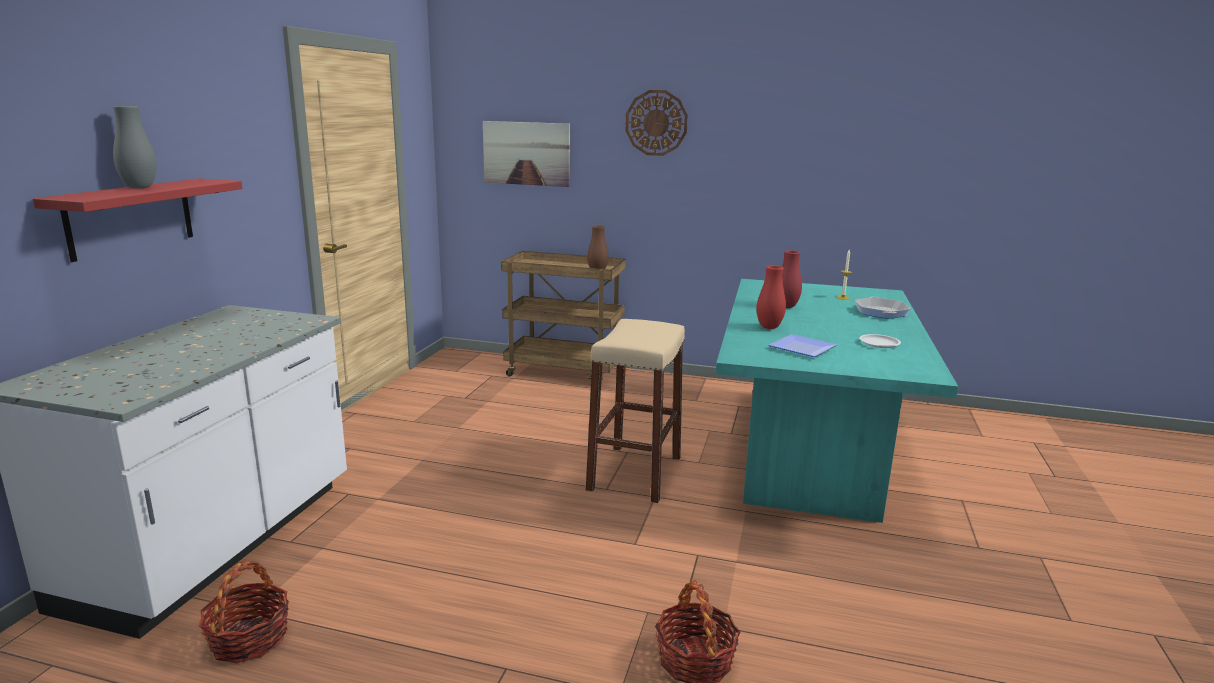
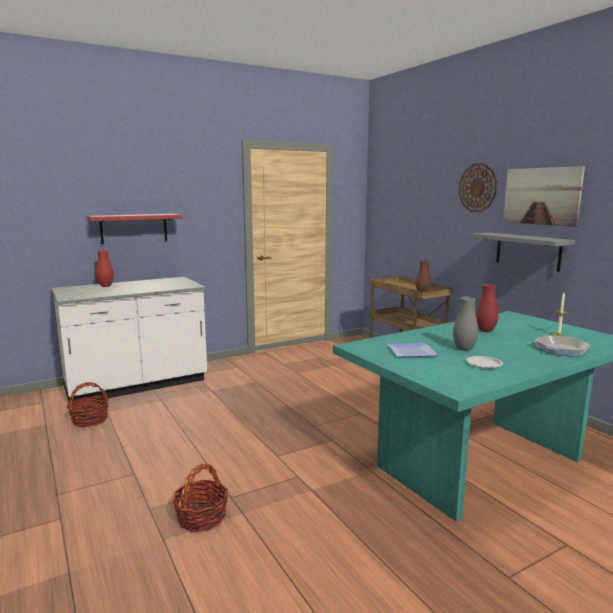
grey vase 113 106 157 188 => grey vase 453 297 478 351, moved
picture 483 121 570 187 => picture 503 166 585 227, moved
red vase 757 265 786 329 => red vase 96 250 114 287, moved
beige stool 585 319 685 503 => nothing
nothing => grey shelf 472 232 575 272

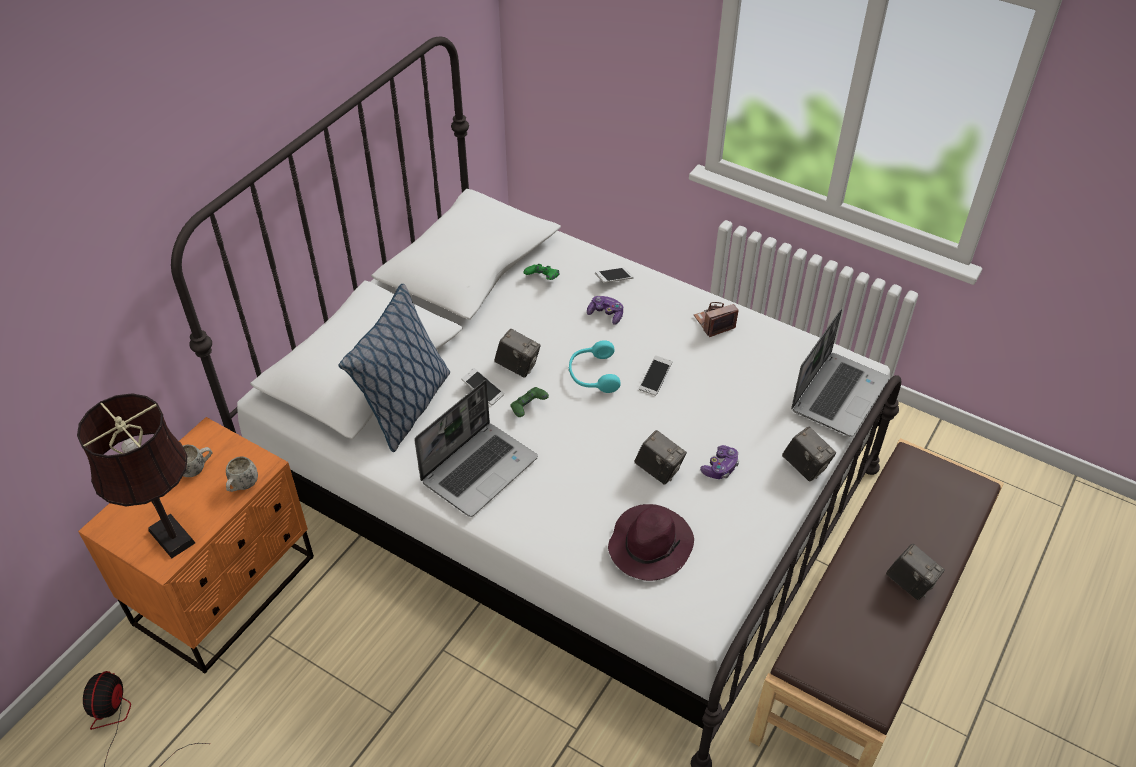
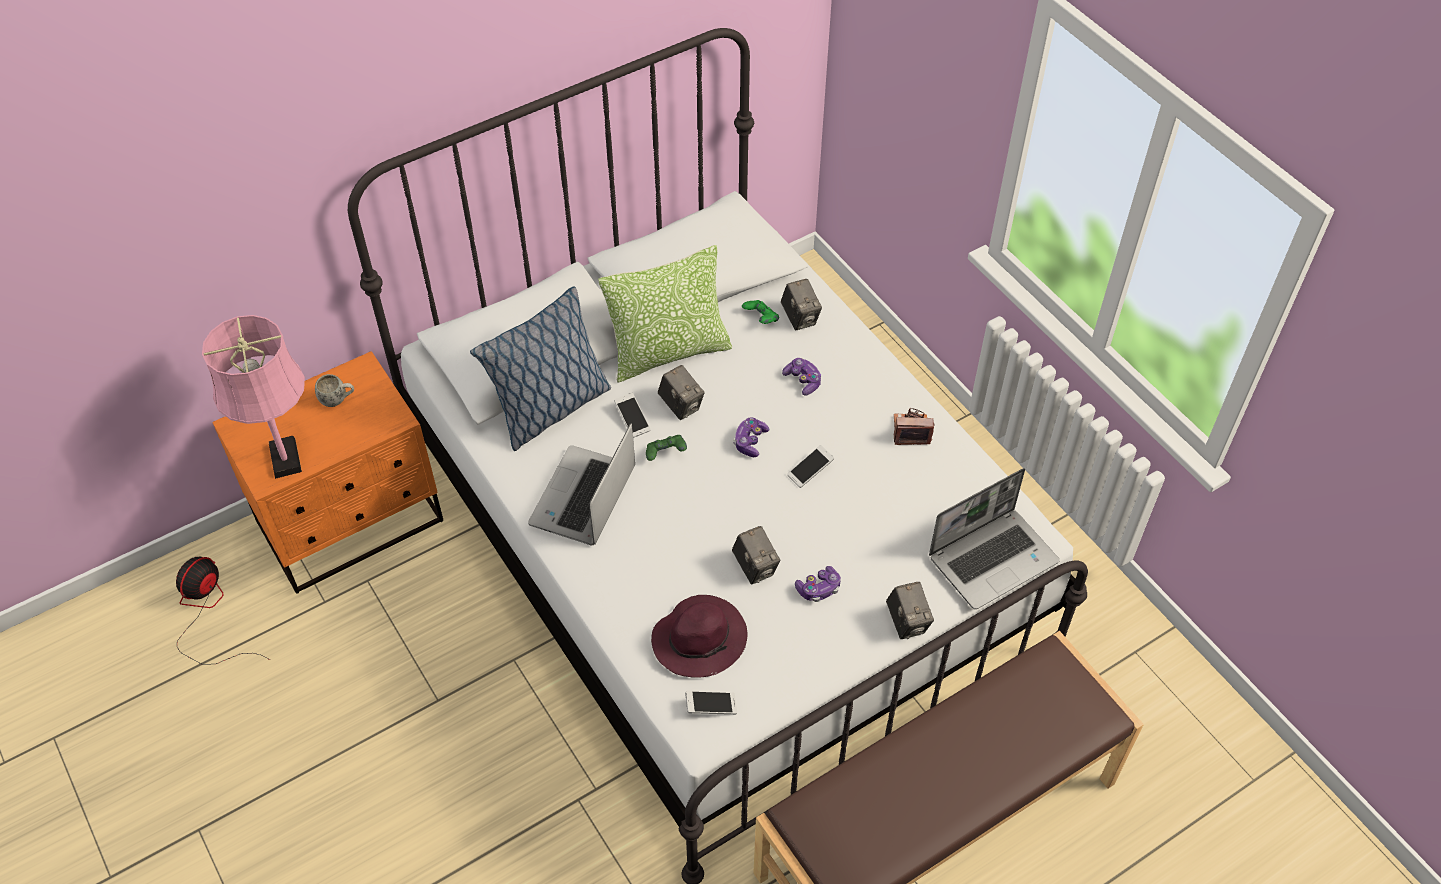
phone 595 267 634 283 => phone 685 691 737 715, moved
turquoise headphones 569 340 621 393 => game controller 733 417 769 457
laptop 414 380 538 517 => laptop 528 423 635 545, 135 degrees clockwise
brown table lamp 77 393 195 558 => pink table lamp 202 315 305 479
white mug 226 456 258 492 => nothing
photo camera 886 544 945 600 => photo camera 781 279 822 330, moved
nothing => pillow 598 245 732 383

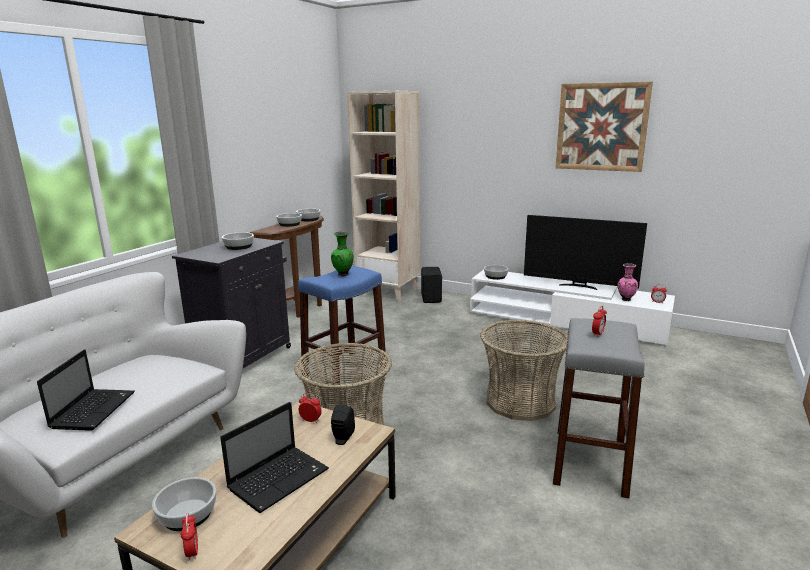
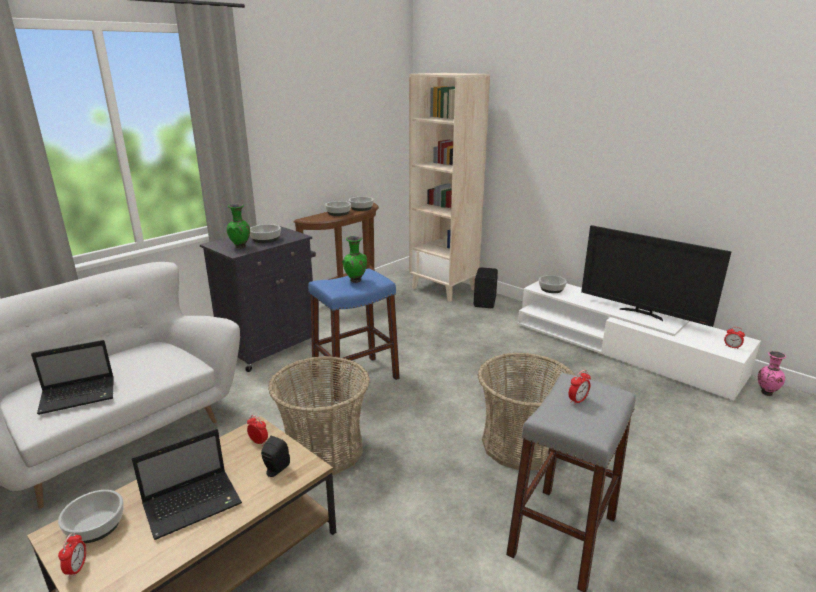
picture 555 82 653 172 => nothing
pink vase 617 263 638 301 => pink vase 758 351 786 396, moved
laptop 37 350 135 431 => laptop 31 340 114 415, 45 degrees clockwise
nothing => green vase 227 204 250 249

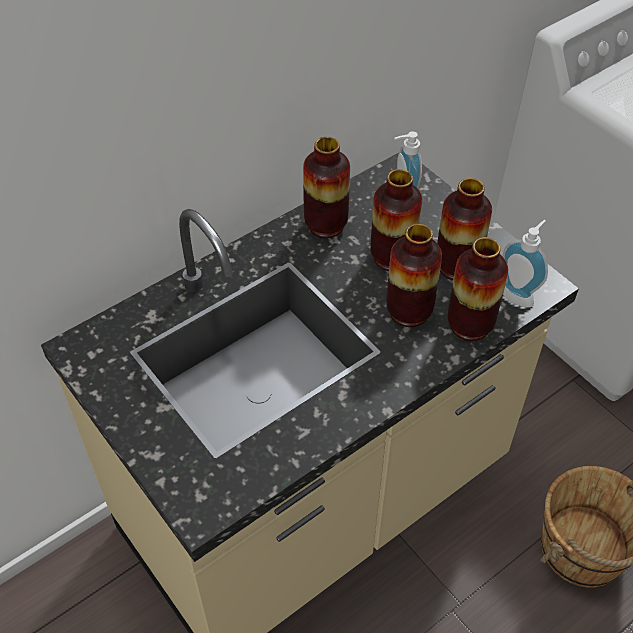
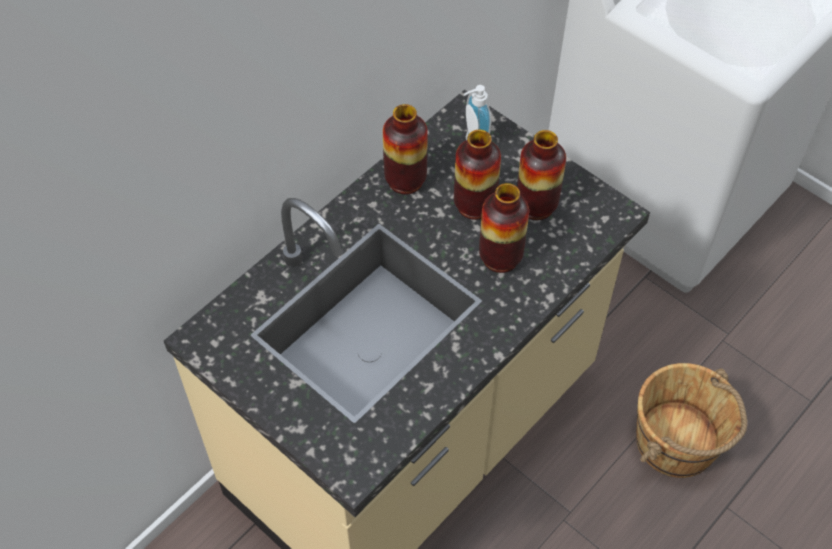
soap dispenser 503 220 548 307 => nothing
vase 447 237 508 341 => nothing

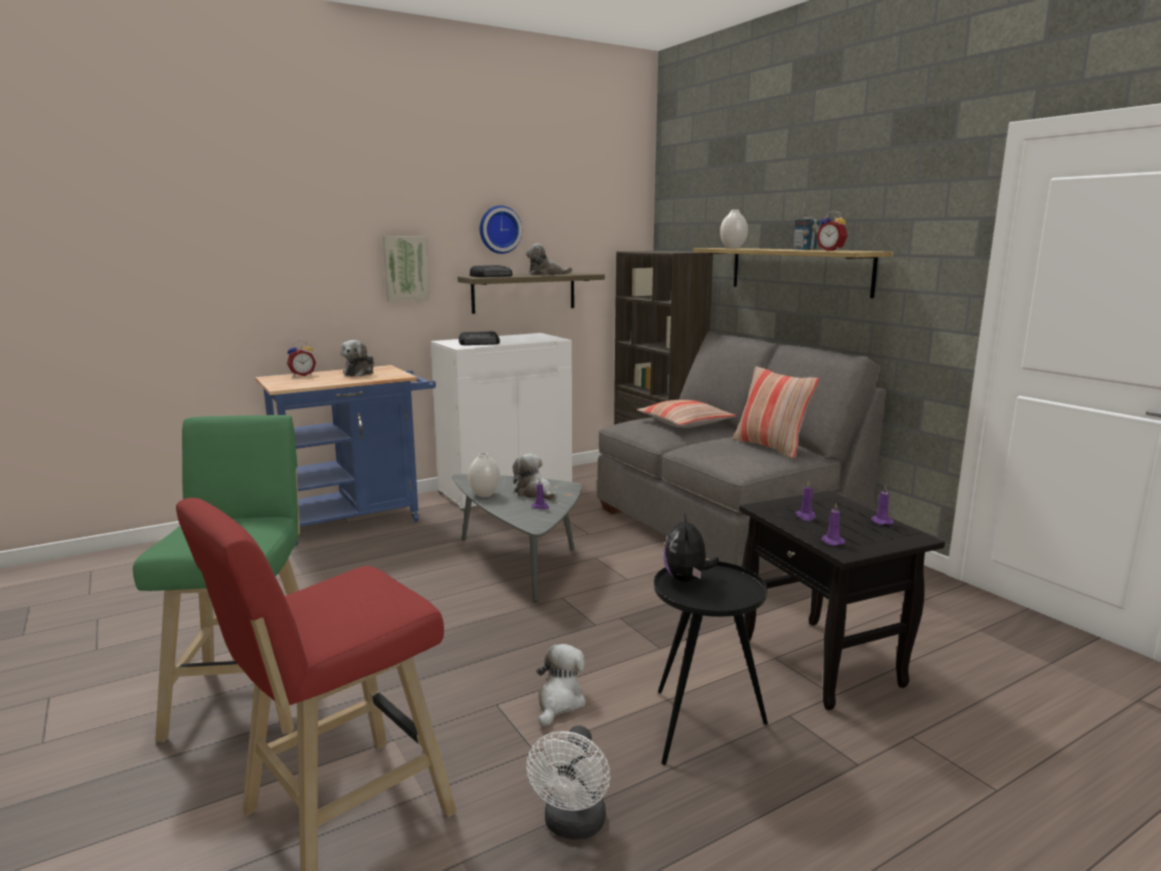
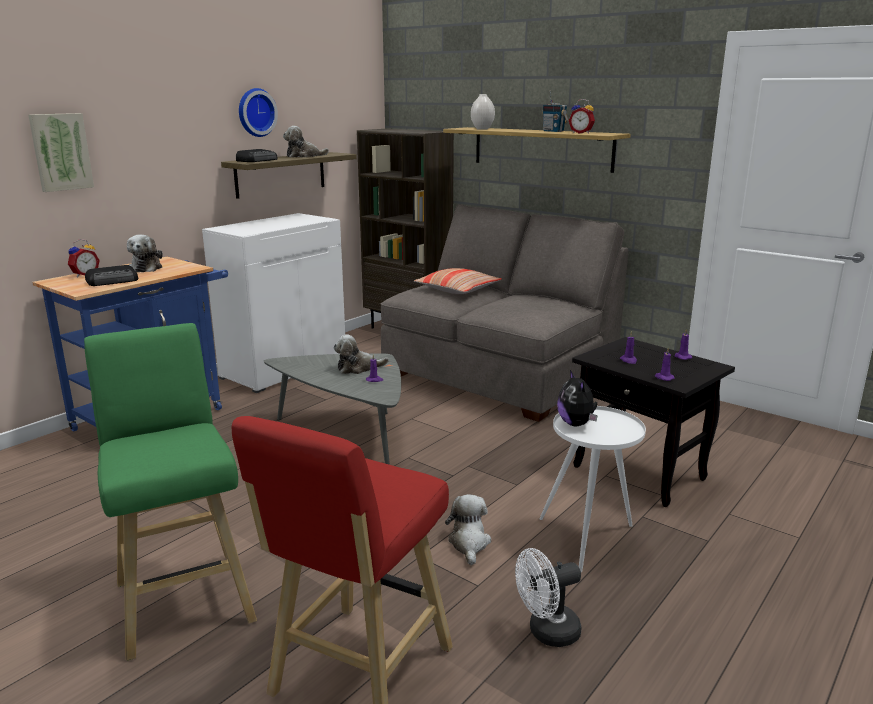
picture 383 236 430 302 => picture 28 113 94 192, moved
radio 458 331 500 345 => radio 85 265 138 286, moved
pillow 733 366 819 459 => nothing
white vase 468 453 500 497 => nothing
plush toy 513 454 557 500 => plush toy 334 335 389 374, 45 degrees counterclockwise
black side table 654 560 768 765 => white side table 539 406 646 572
white fan 526 726 610 839 => white fan 515 548 581 647, 75 degrees clockwise

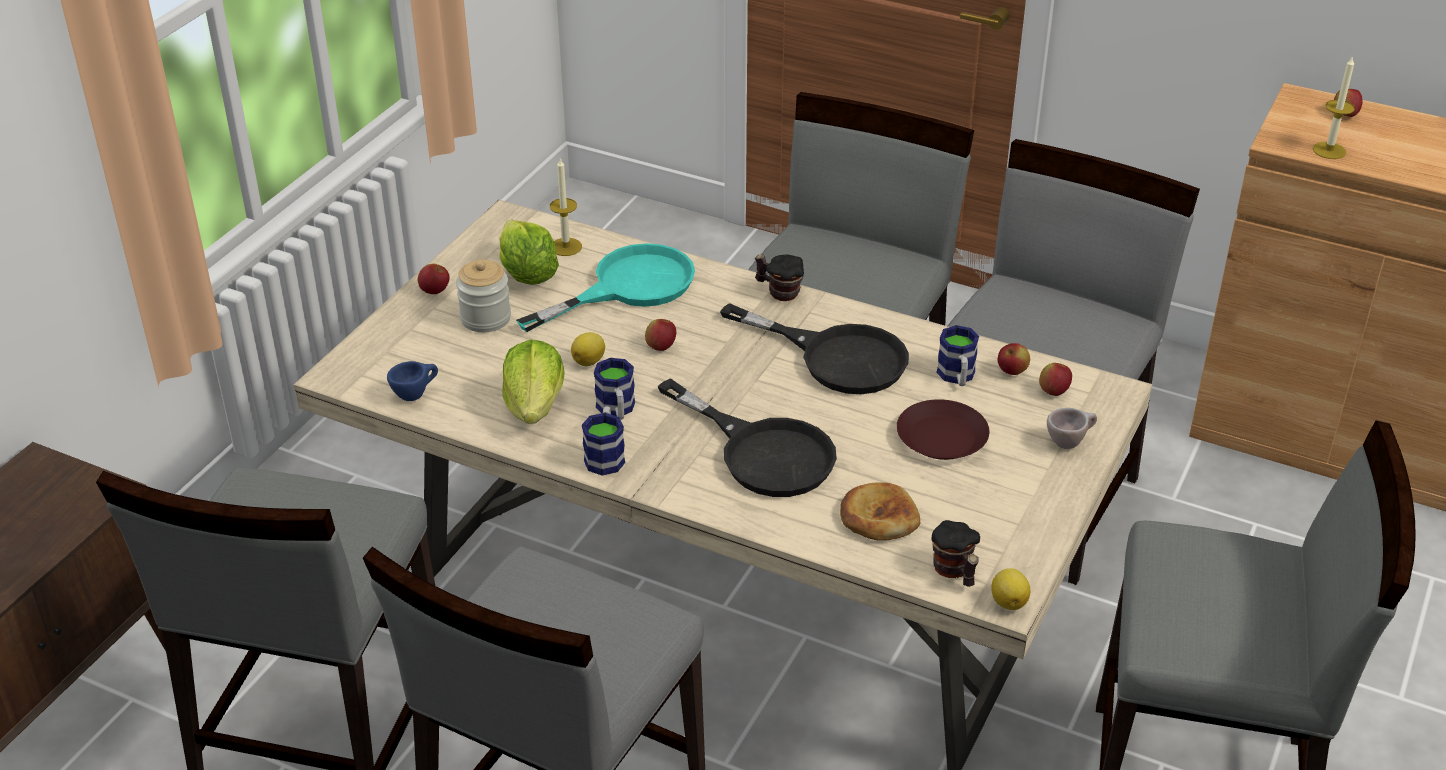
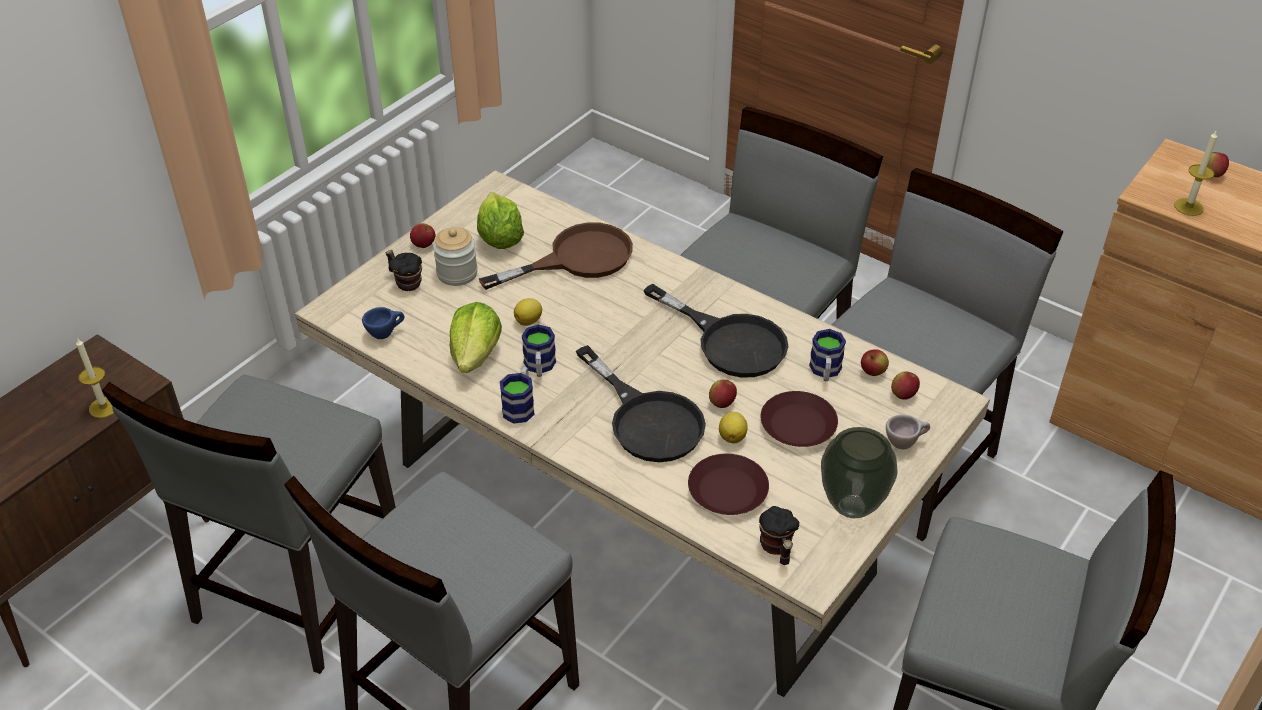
candle 550 159 582 256 => candle 76 338 114 418, moved
turquoise frying pan 516 243 695 332 => brown frying pan 479 222 633 290
mug 755 254 804 301 => mug 386 250 422 291, moved
apple 645 319 676 351 => apple 709 380 737 408, moved
bread 840 482 920 541 => brown plate 688 454 769 515
lemon 991 568 1030 610 => lemon 719 412 748 443, moved
nothing => vase 821 427 898 518

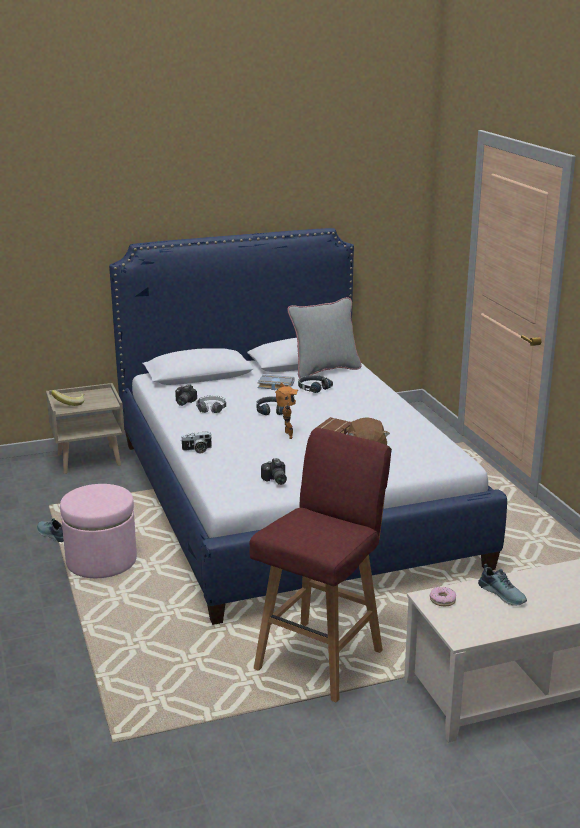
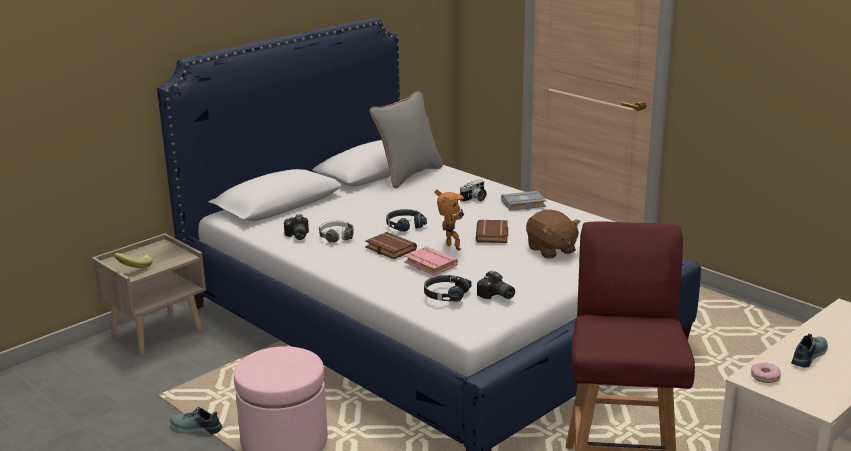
grey book 257 374 295 390 => grey book 501 191 546 211, moved
black headphones 298 375 333 393 => black headphones 424 275 472 302, moved
photo camera 181 431 212 453 => photo camera 460 179 487 202, moved
shoe 478 564 527 606 => shoe 791 333 828 368, 75 degrees counterclockwise
nothing => brown book 365 232 417 259
nothing => pink book 404 246 458 275

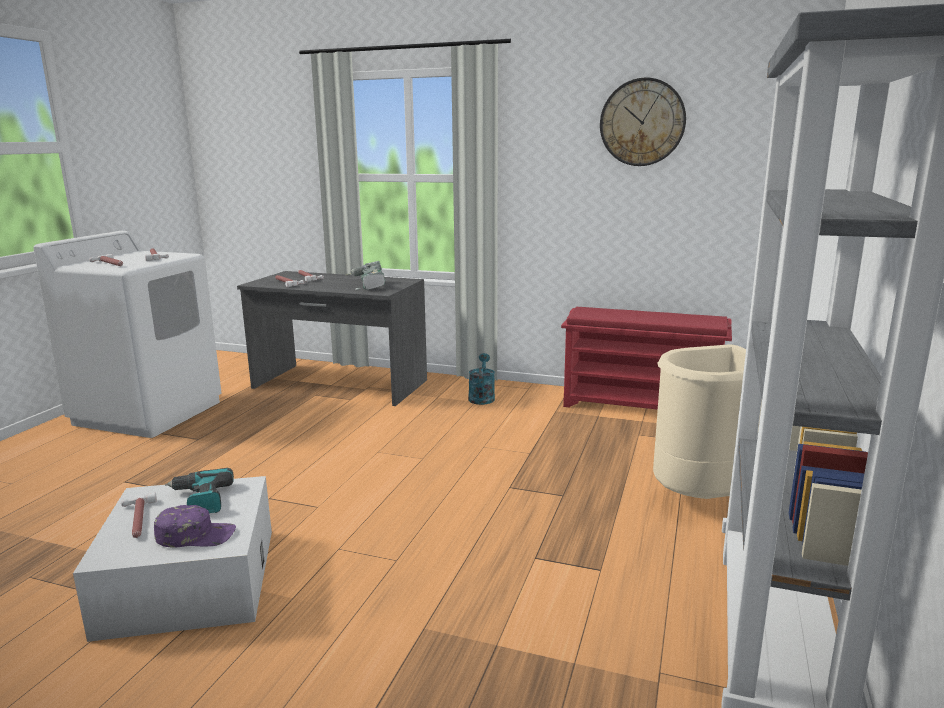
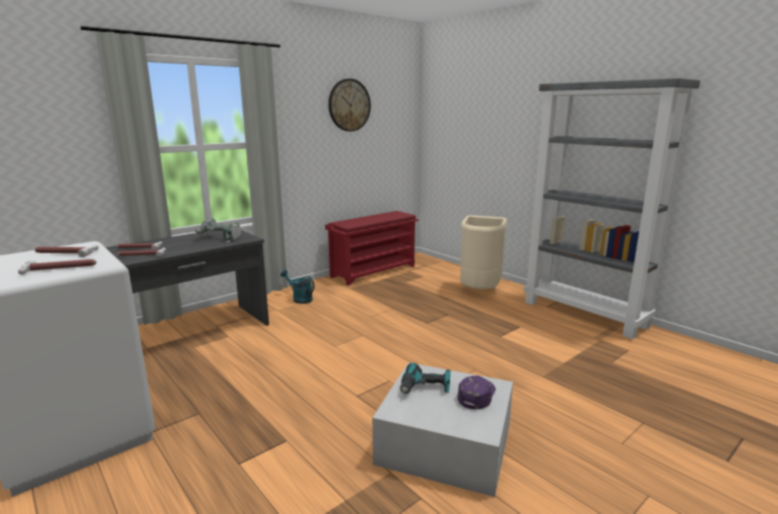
hammer 121 493 157 538 => nothing

